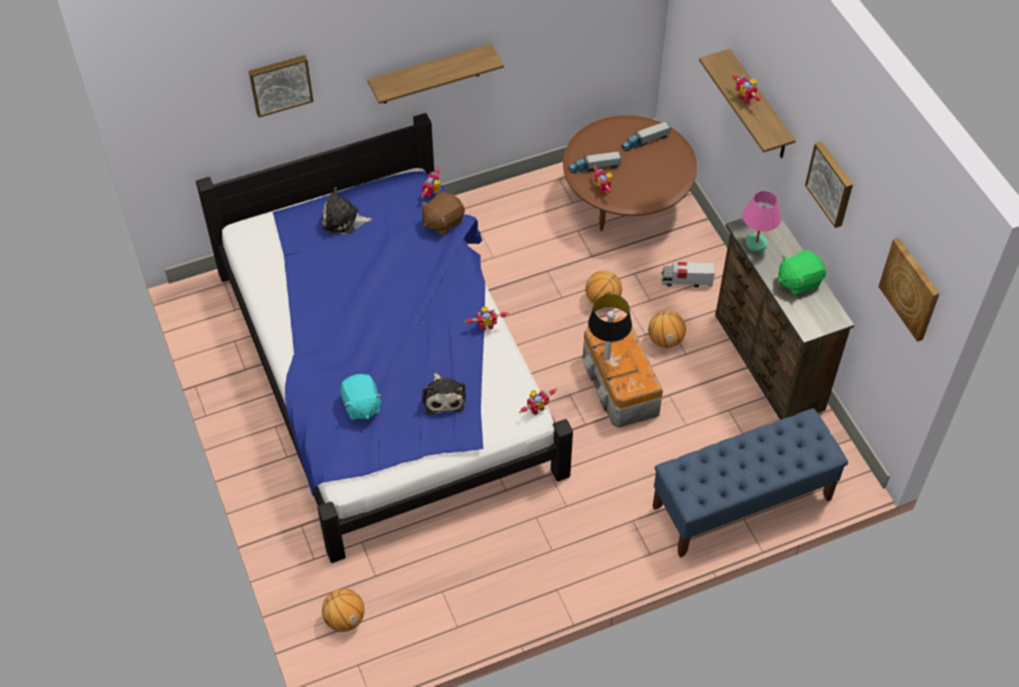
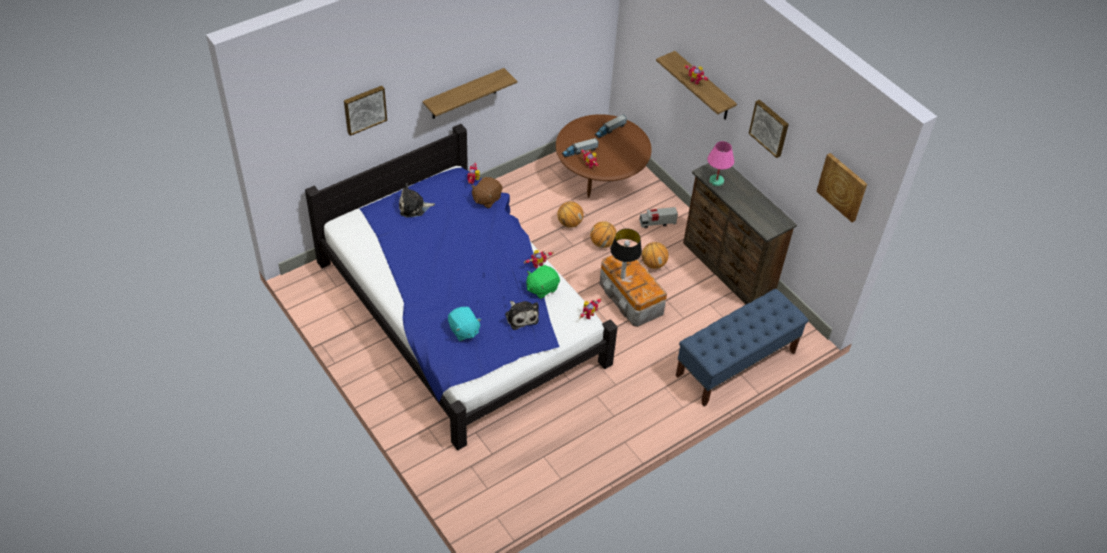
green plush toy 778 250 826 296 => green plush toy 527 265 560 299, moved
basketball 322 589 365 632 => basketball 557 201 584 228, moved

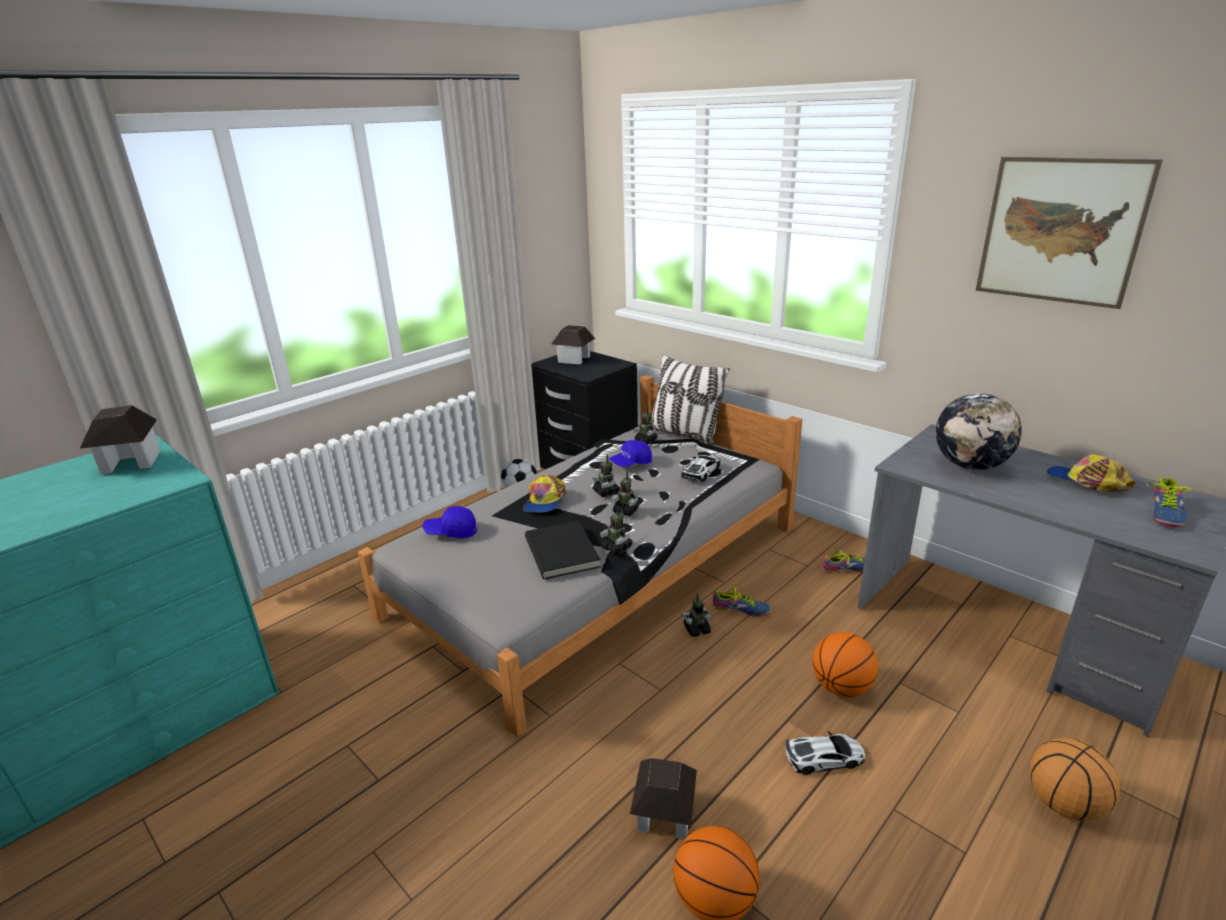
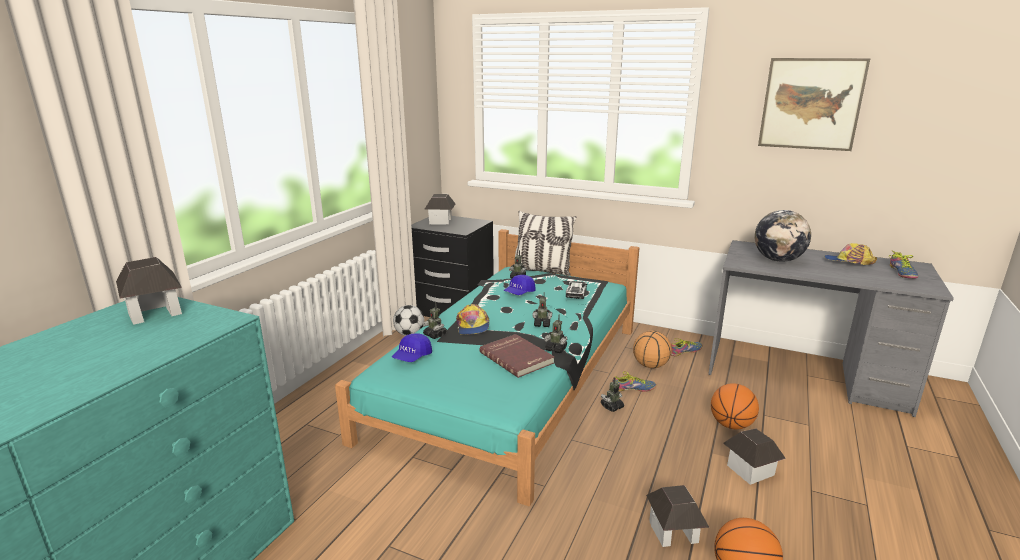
grey bed 358 375 802 737 => turquoise bed 335 229 639 507
toy robot 592 455 620 497 => toy robot 423 302 447 339, moved
blue cap 422 506 477 538 => blue cap 392 333 432 362, 45 degrees counterclockwise
black book 525 521 601 579 => red book 479 334 555 378
toy car 785 731 865 775 => toy house 723 428 786 485
basketball 1029 738 1120 821 => basketball 633 331 672 368, moved

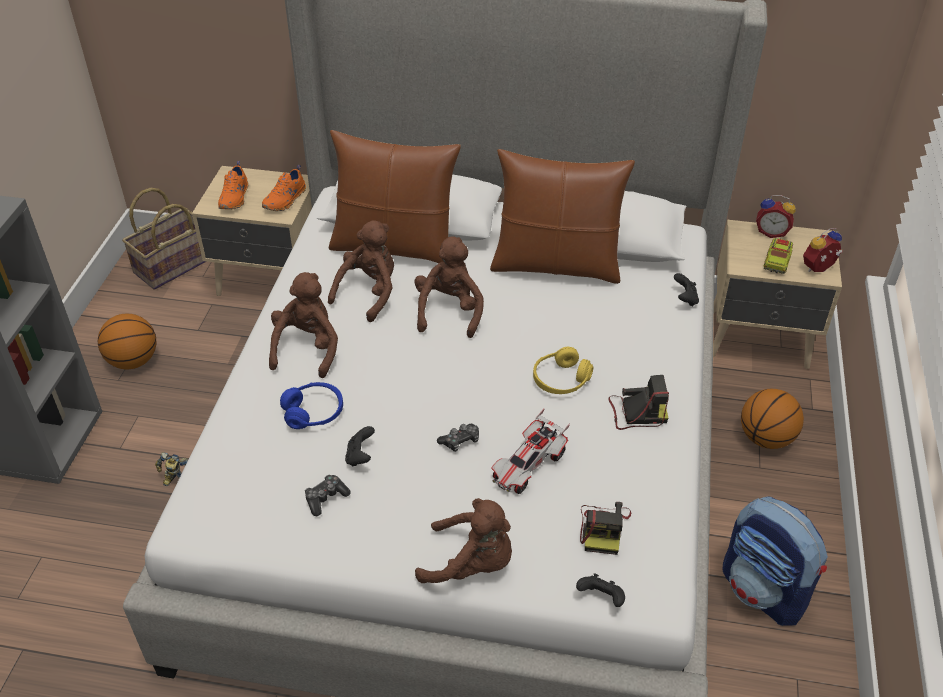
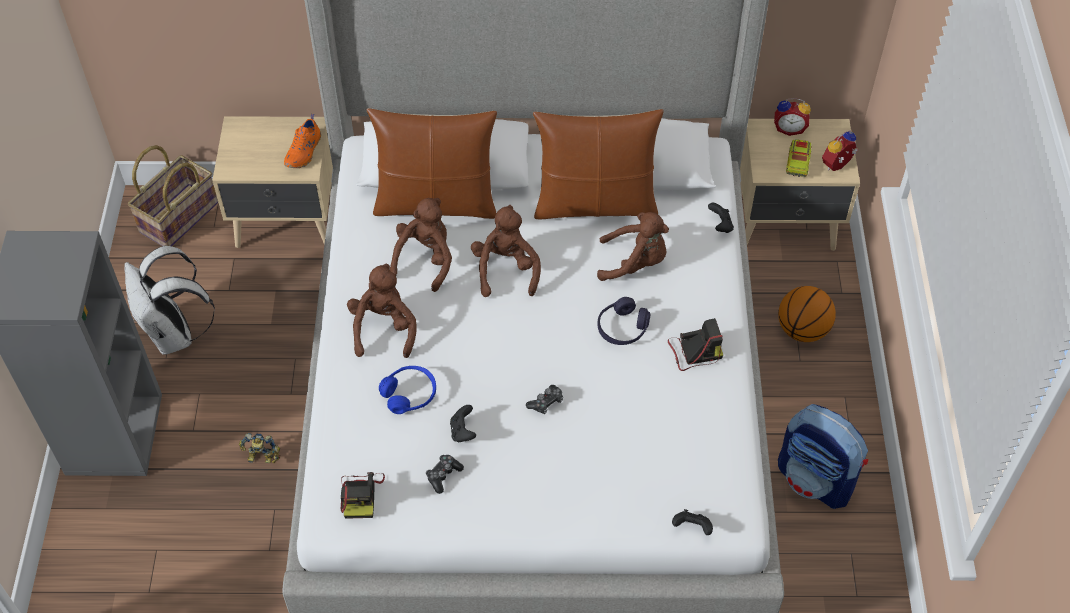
orange shoe 218 161 248 209 => nothing
basketball 98 314 156 369 => white backpack 124 246 215 355
yellow headphones 533 347 593 394 => purple headphones 597 297 651 345
toy car 491 408 570 494 => nothing
brown plush toy 415 498 512 583 => brown plush toy 597 212 669 281, moved
photo camera 580 502 631 555 => photo camera 341 472 385 519, moved

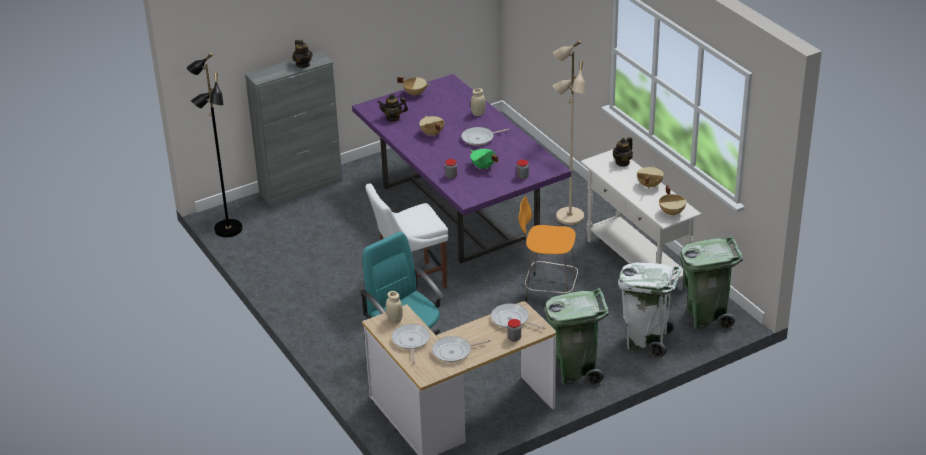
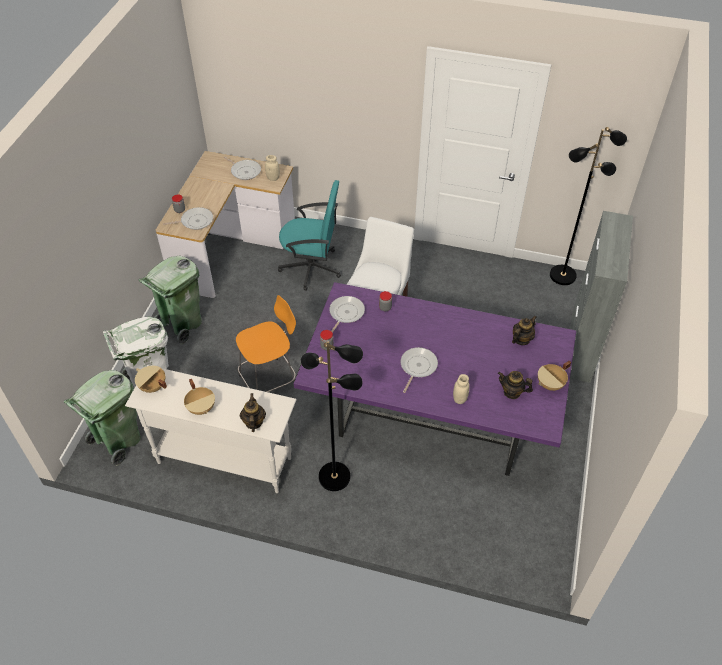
teapot 292 40 312 68 => teapot 498 371 533 399, moved
beige floor lamp 552 40 585 225 => black floor lamp 301 341 363 491
beige cooking pot 419 115 444 137 => nothing
green cooking pot 470 149 498 169 => nothing
frying pan 432 336 491 362 => frying pan 329 296 365 333, moved

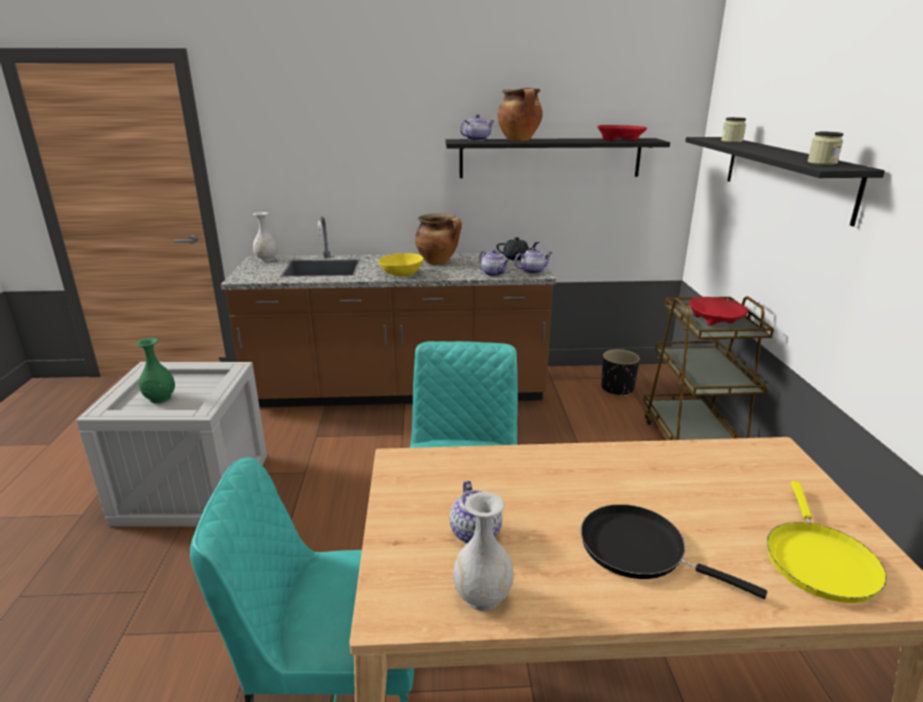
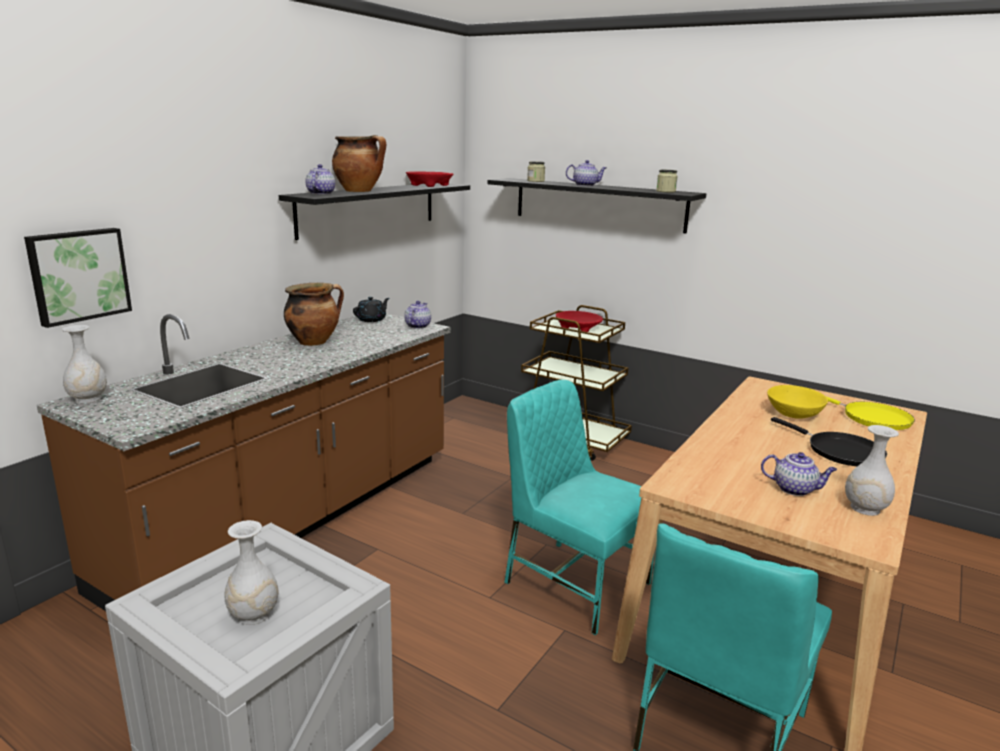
teapot 479 250 509 276 => teapot 566 160 606 186, moved
yellow bowl 379 253 424 276 => yellow bowl 767 385 828 419, moved
green vase 136 338 175 403 => white vase 224 520 279 625
black planter 601 349 640 396 => nothing
black frying pan 581 504 767 599 => black frying pan 771 417 887 466, 105 degrees counterclockwise
nothing => picture 24 228 132 328

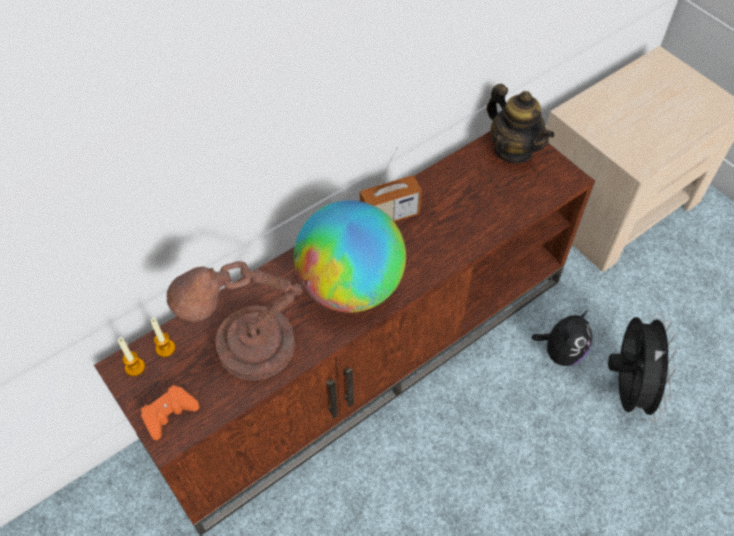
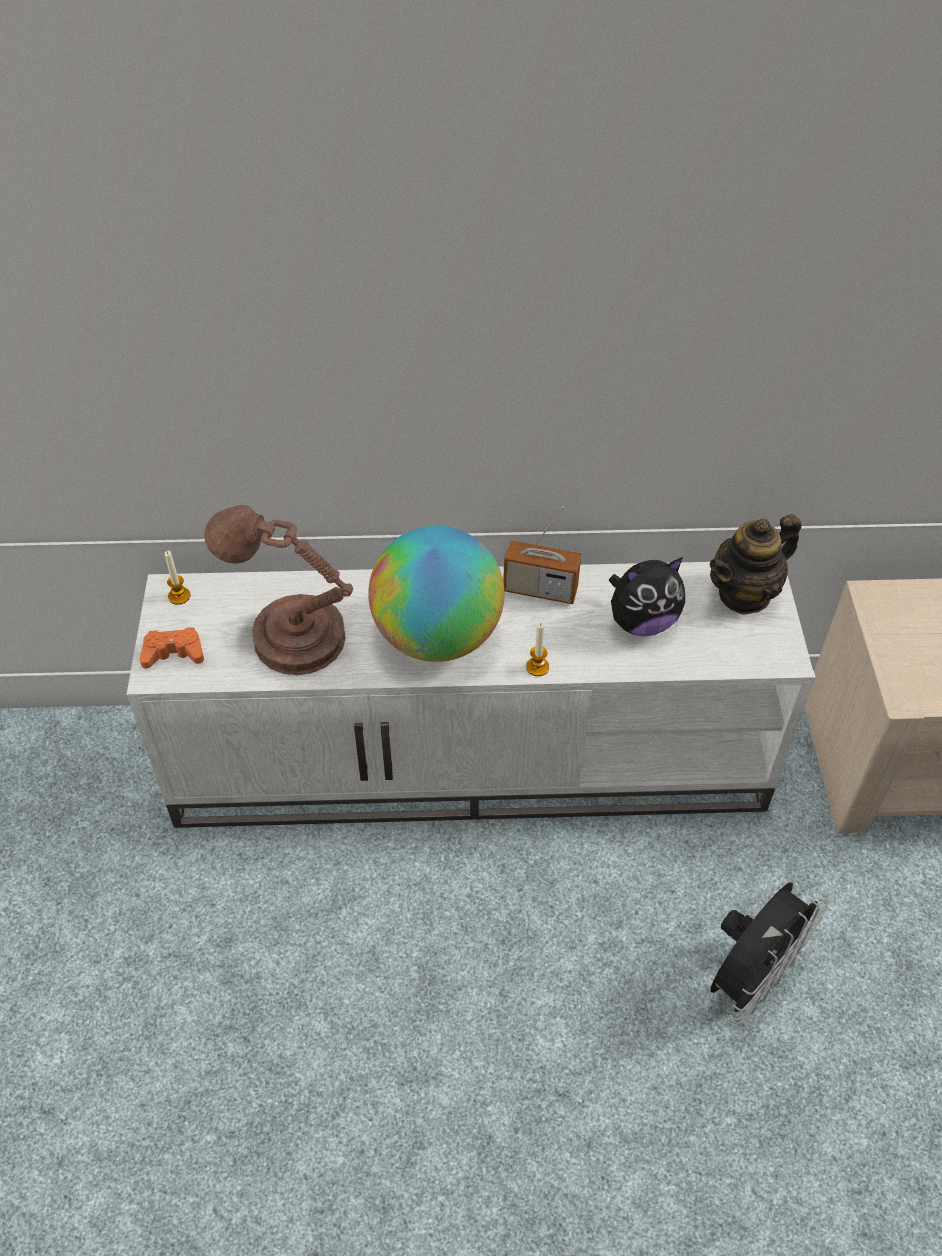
teapot 487 84 555 163 => teapot 709 514 801 615, 60 degrees clockwise
brown tv stand 94 131 595 536 => white tv stand 126 562 816 828
plush toy 531 310 592 366 => plush toy 609 557 685 636, moved
candle 150 318 175 357 => candle 526 622 549 676, moved

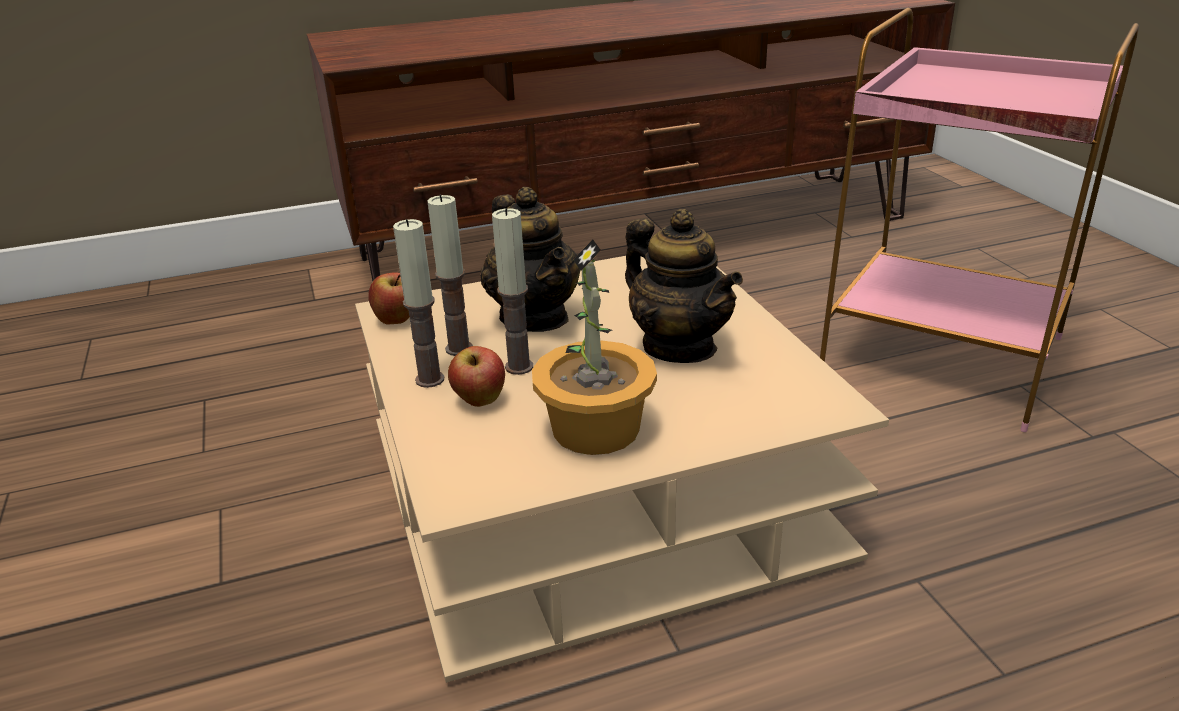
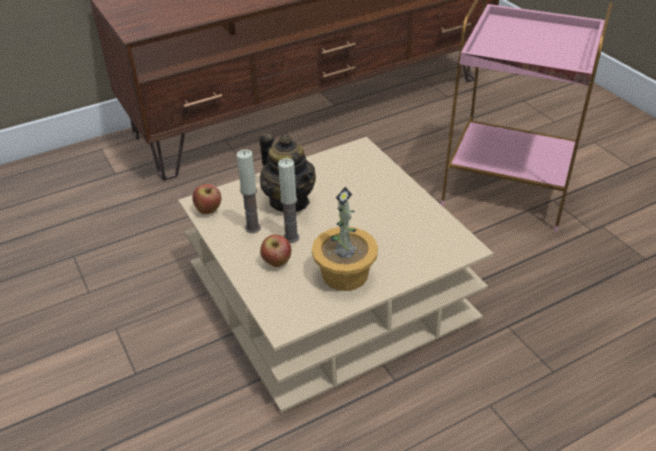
teapot 625 209 743 363 => nothing
candle 393 219 444 388 => nothing

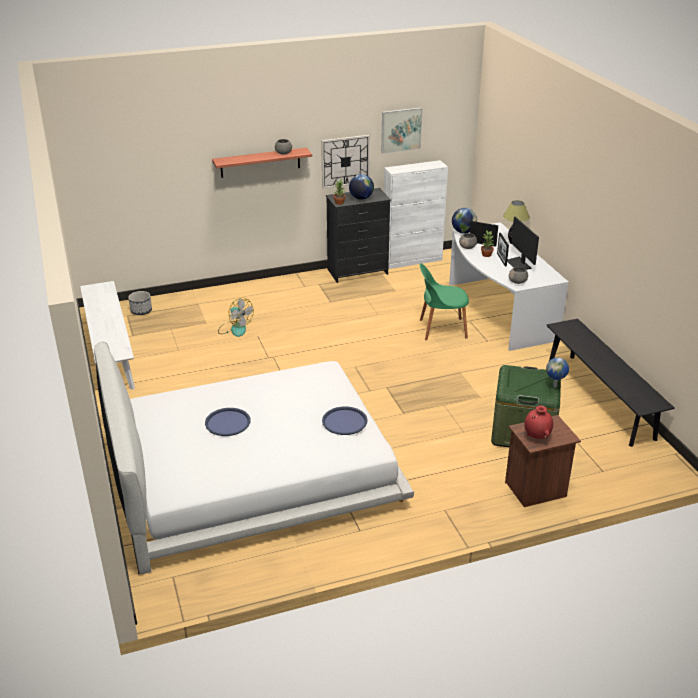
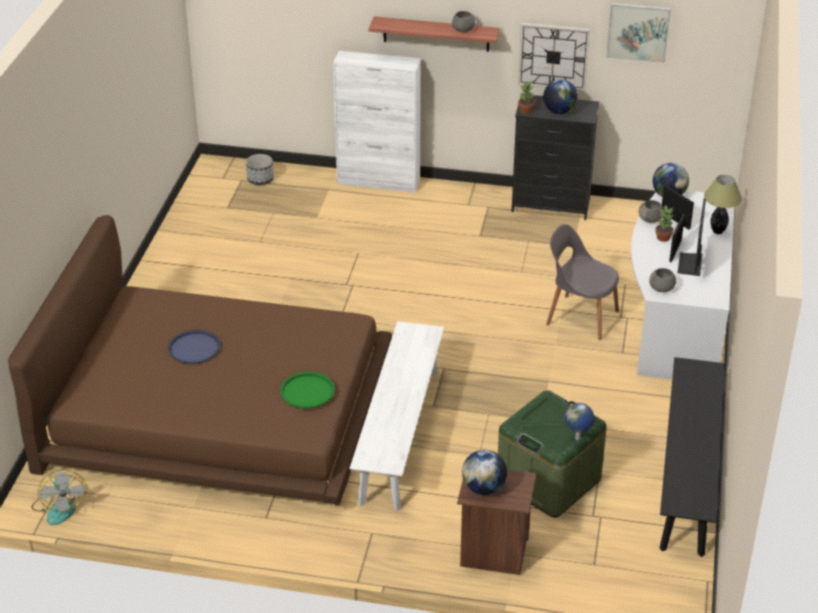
white cabinet 384 160 448 269 => white cabinet 333 51 421 193, moved
green chair 420 264 469 340 => grey chair 546 224 619 340
white bench 80 281 135 390 => white bench 350 321 444 511, moved
fan 218 298 254 337 => fan 32 470 87 525, moved
white bed 94 341 414 575 => brown bed 8 215 392 506
red vase 524 405 553 439 => globe 462 450 507 495
blue tray 322 406 368 435 => green tray 280 372 335 409

